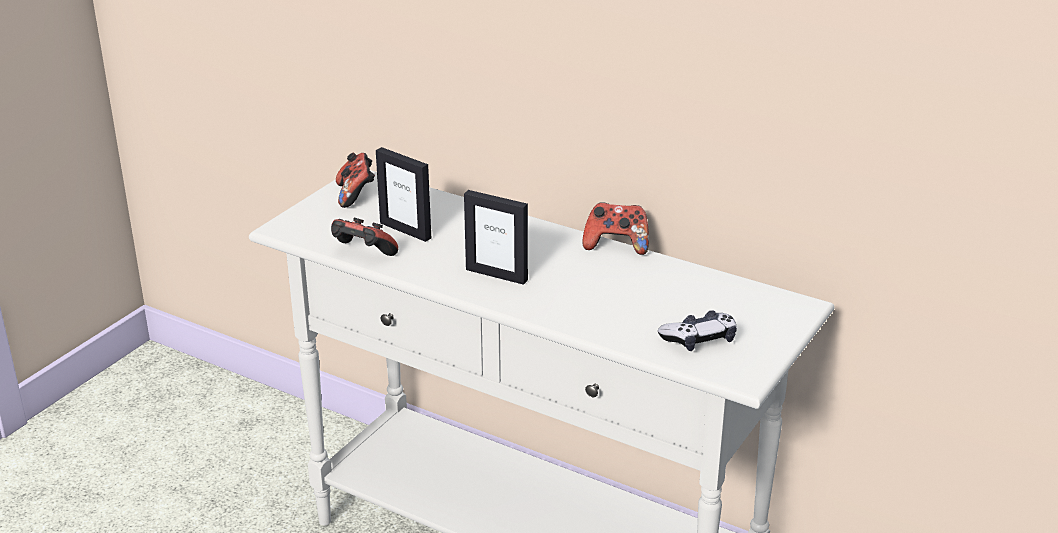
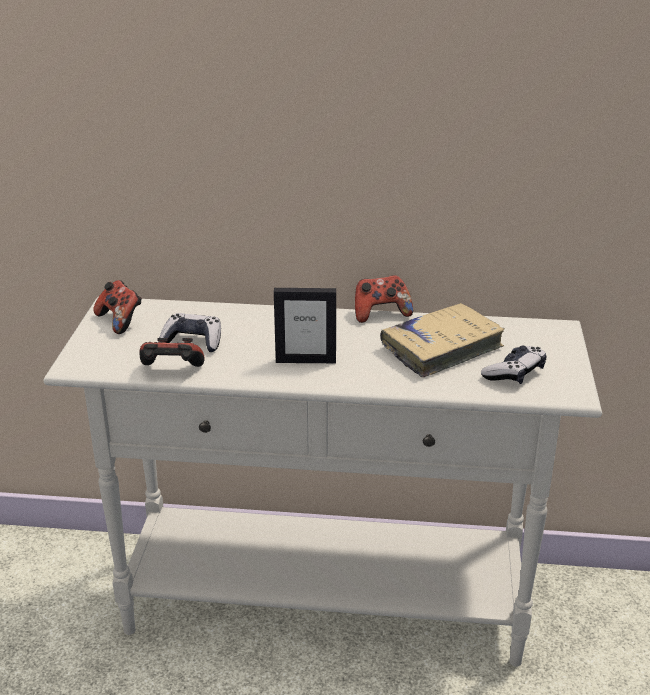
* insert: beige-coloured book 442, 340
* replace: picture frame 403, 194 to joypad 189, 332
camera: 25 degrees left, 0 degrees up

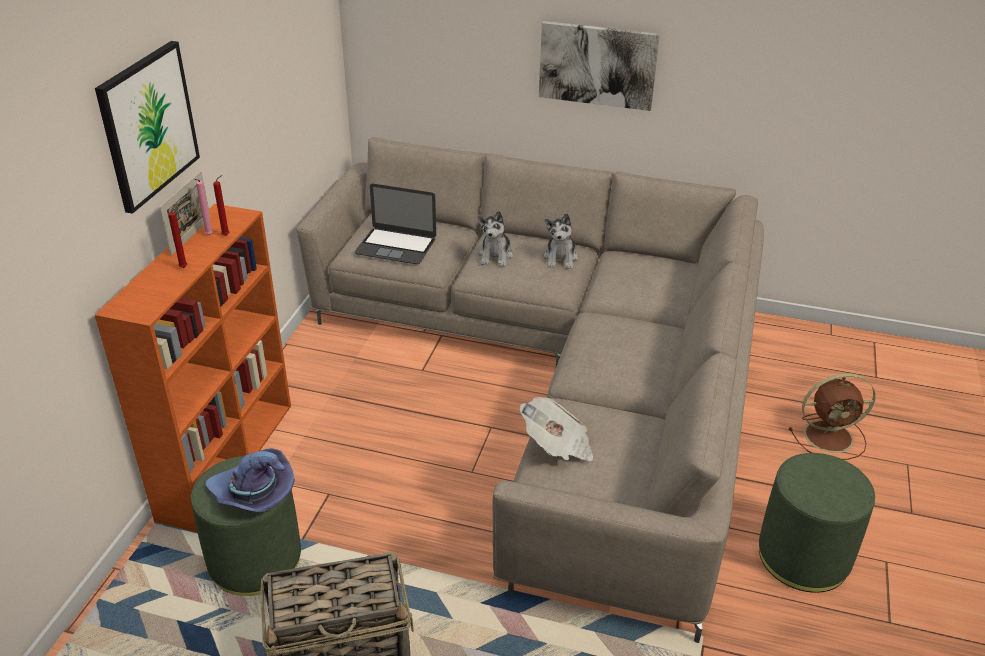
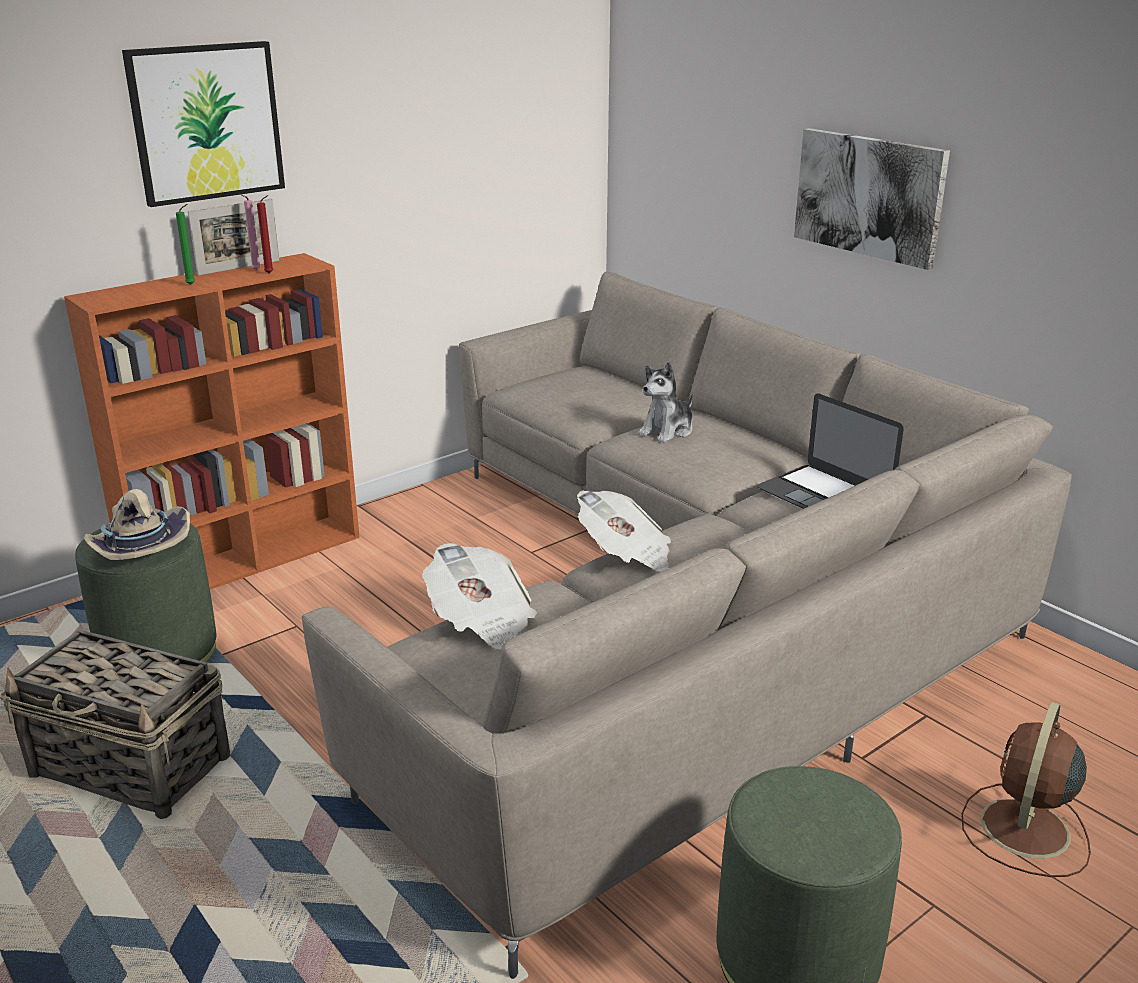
* delete: plush toy 560, 241
* insert: daily paper 624, 531
* move: portable computer 395, 224 to 830, 451
* recolor: red wax candle 177, 236 to green-coloured wax candle 185, 244
* recolor: purple-coloured wearable hat 250, 480 to beige-coloured wearable hat 137, 524
* rotate: brown electric fan 832, 416 = 1026, 789 90 degrees clockwise
camera: 35 degrees right, 10 degrees down

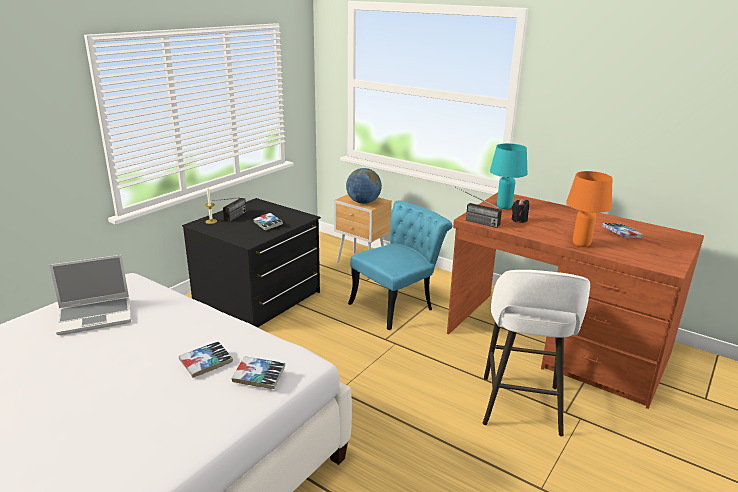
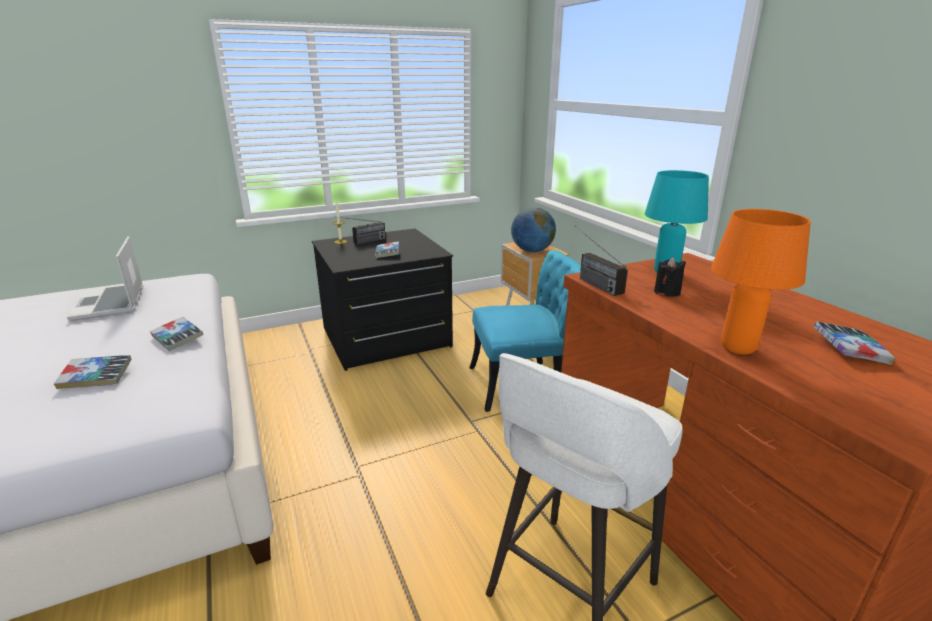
* move: book 258, 372 to 177, 334
* rotate: portable computer 90, 295 = 105, 278 60 degrees clockwise
camera: 30 degrees right, 0 degrees up

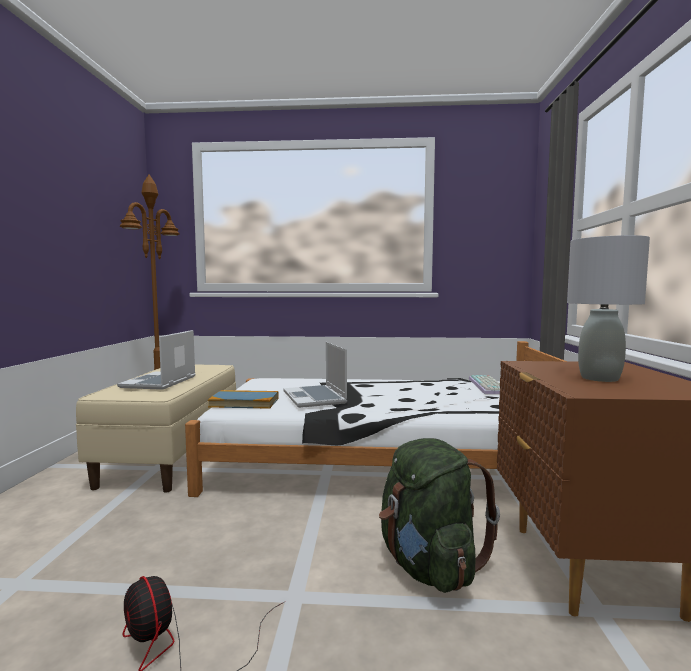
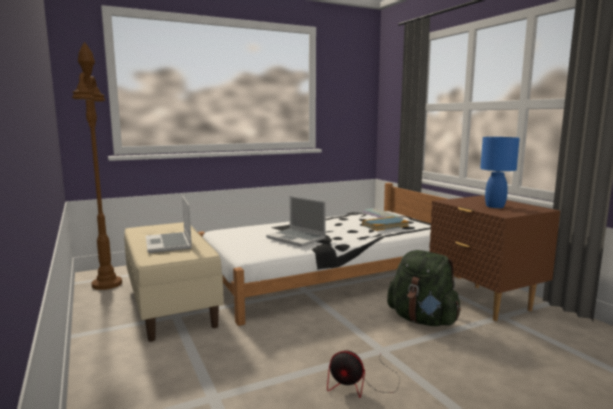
* move: book 243, 399 to 385, 223
* recolor: gray table lamp 608, 308 to blue-coloured table lamp 500, 172
camera: 30 degrees left, 5 degrees up

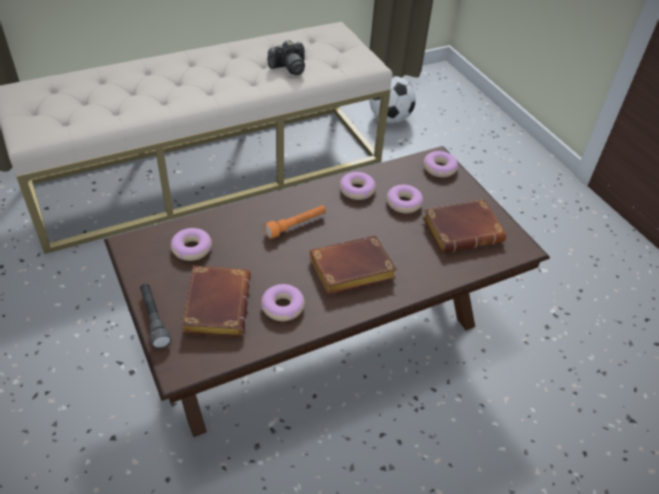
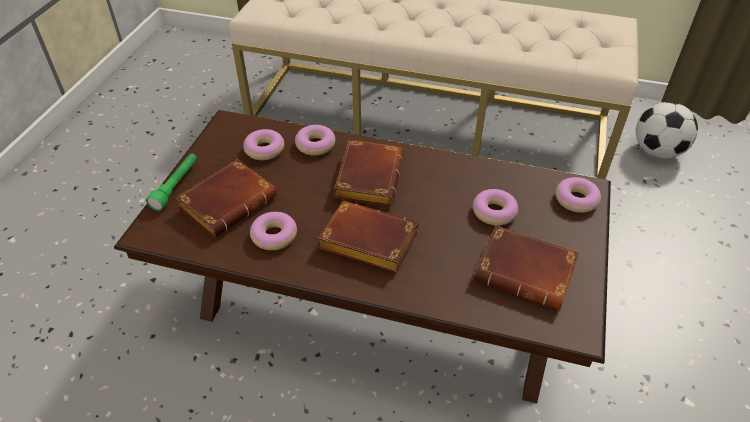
* delete: still camera 286, 57
* move: ring doughnut 358, 186 to 315, 140
* replace: orange-coloured hand torch 295, 222 to brown book 369, 172
* recolor: gray hand torch 155, 316 to green-coloured hand torch 171, 182
camera: 45 degrees right, 0 degrees up

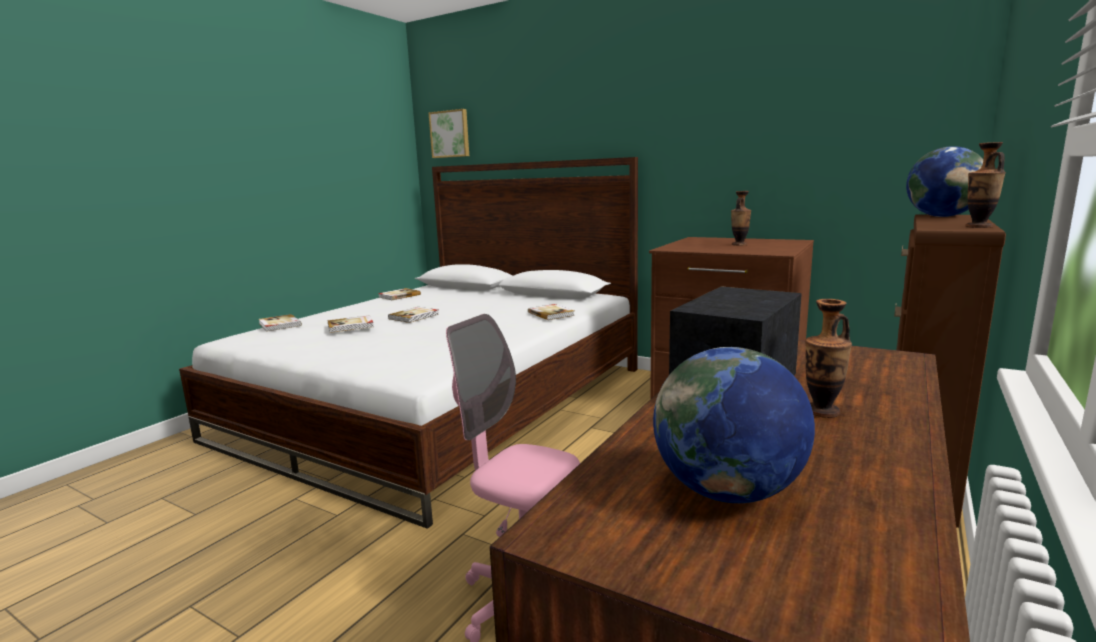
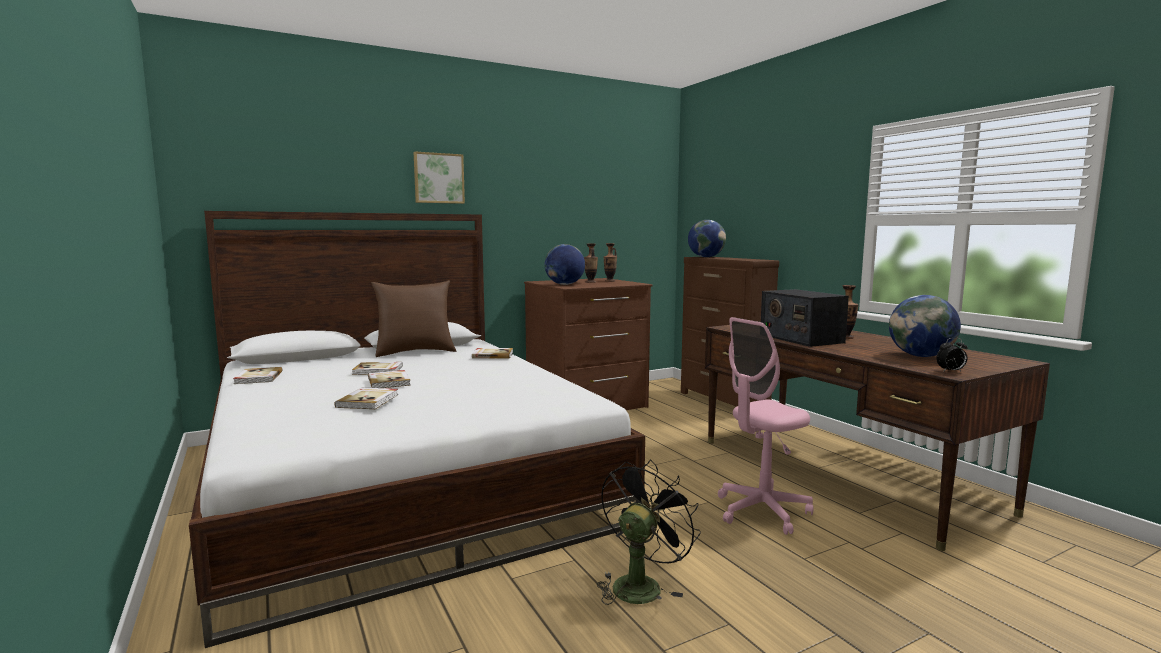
* insert: brown pillow 413, 318
* insert: globe 565, 264
* insert: black-coloured electric fan 648, 532
* insert: alarm clock 952, 355
* move: book 280, 323 to 377, 368
* move: picture 449, 133 to 439, 178
* move: vase 985, 185 to 610, 262
camera: 60 degrees left, 5 degrees down

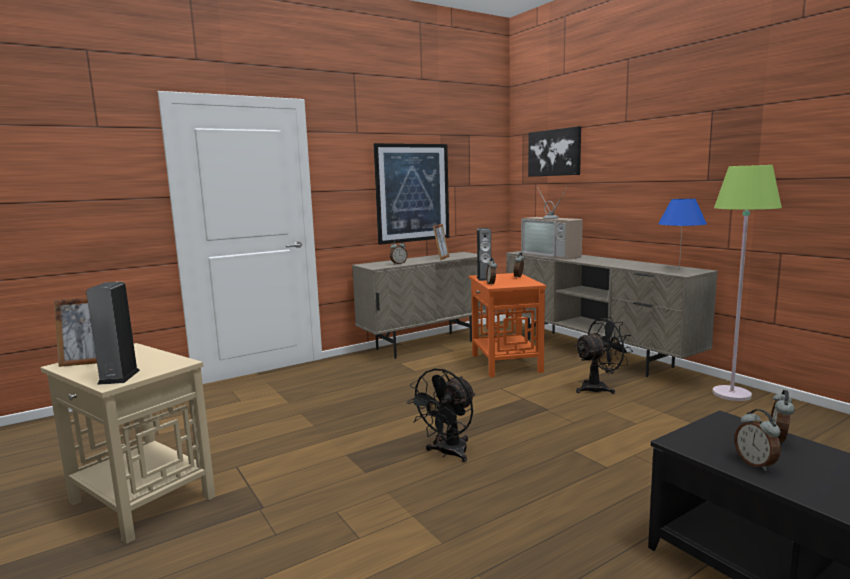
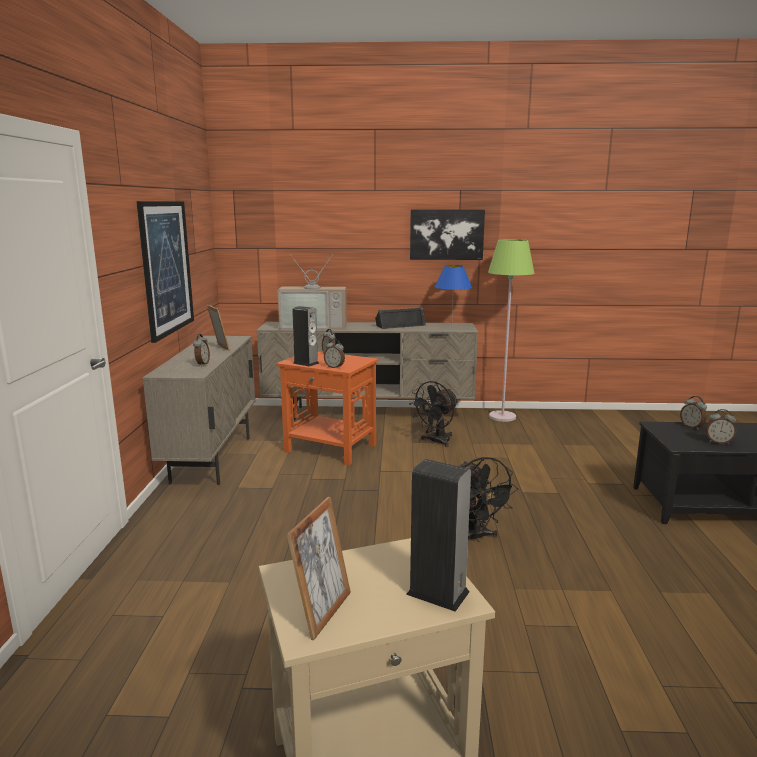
* insert: black-coloured loudspeaker 400, 318
* move: picture 554, 151 to 447, 234
* rotate: black-coloured electric fan 603, 355 = 434, 414 150 degrees counterclockwise
camera: 55 degrees left, 5 degrees up

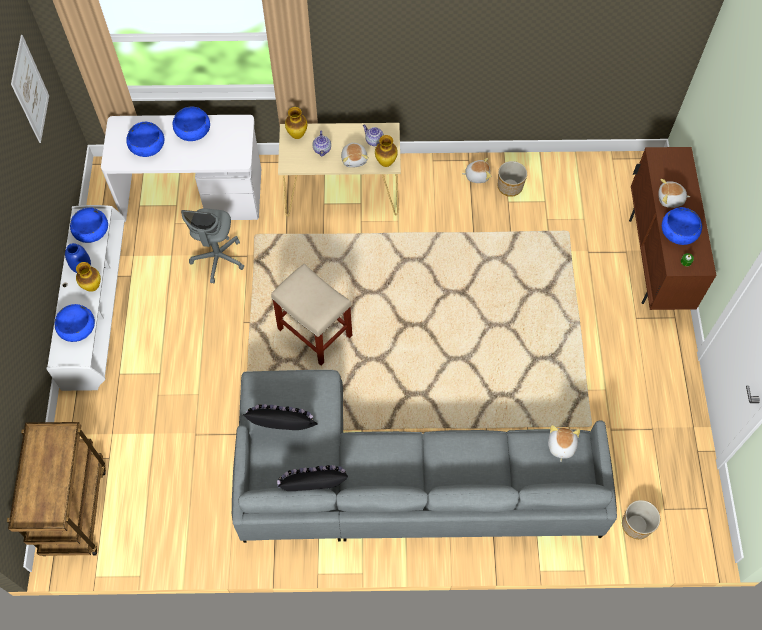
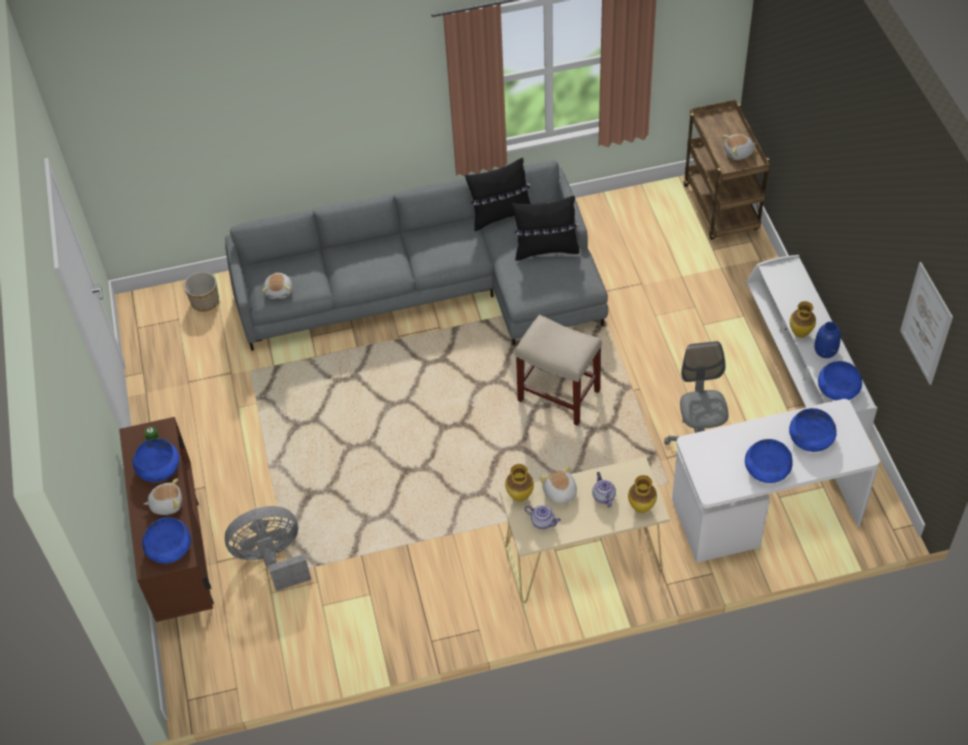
* delete: flower pot 512, 179
* insert: gray electric fan 268, 548
* move: blue-coloured serving bowl 75, 323 to 166, 540
* move: plush toy 476, 170 to 739, 147
camera: 170 degrees right, 10 degrees down

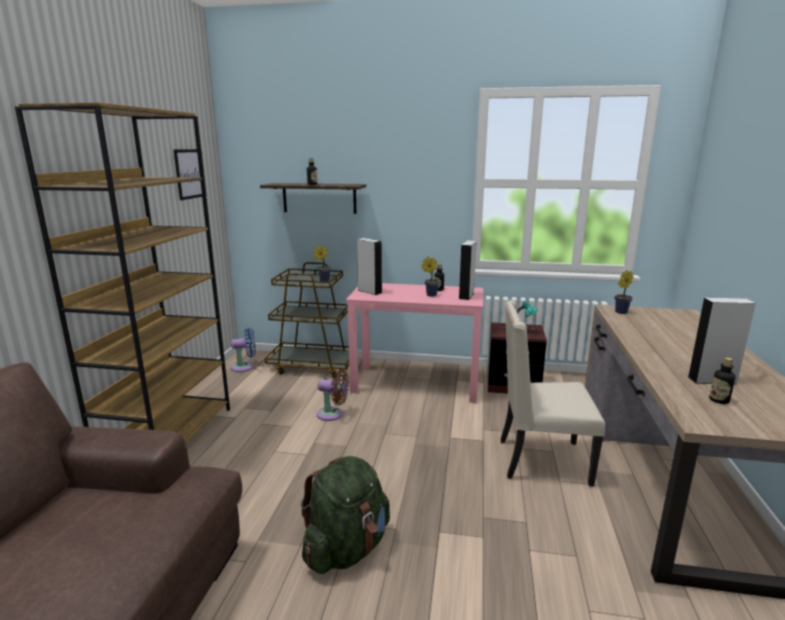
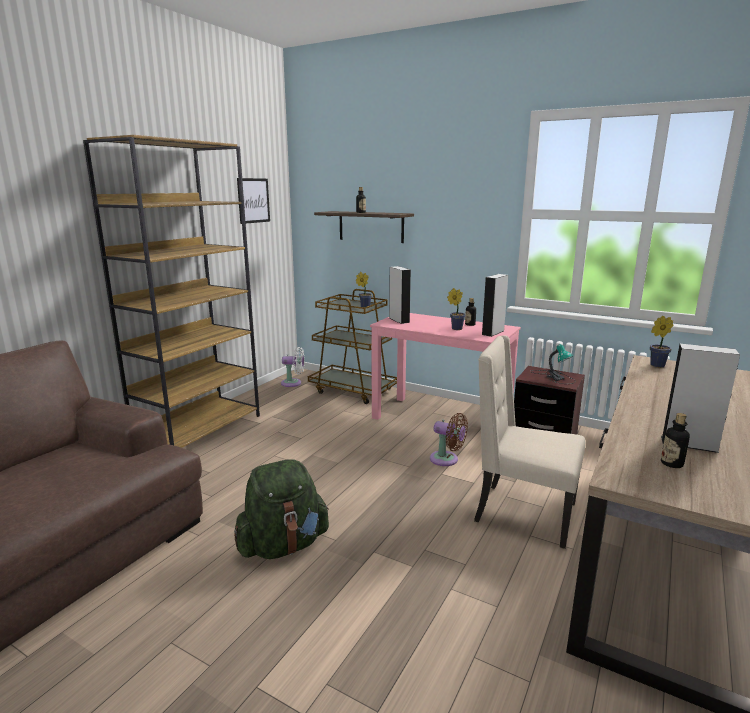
* move: brown electric fan 333, 395 to 449, 439
* recolor: blue-coloured electric fan 243, 350 to white-coloured electric fan 293, 367
camera: 20 degrees right, 0 degrees up

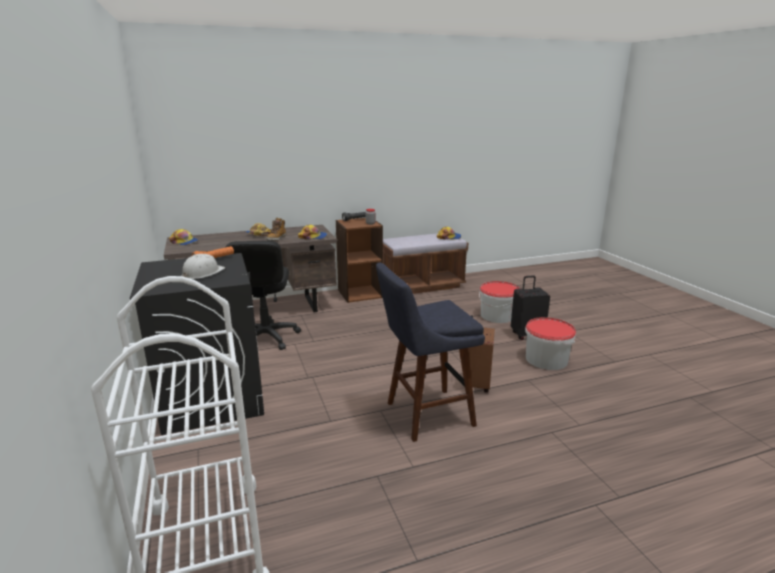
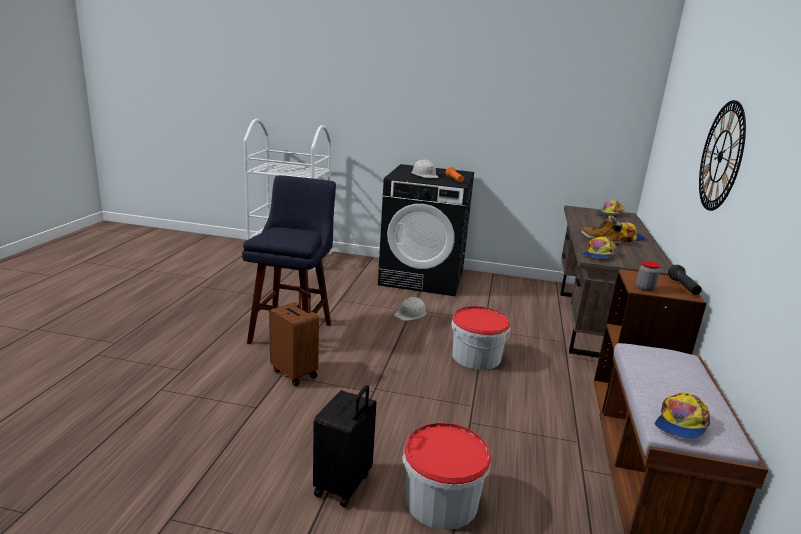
* delete: black-coloured desk chair 263, 295
* insert: white-coloured safety helmet 410, 309
* insert: wall clock 722, 155
* move: bucket 550, 343 to 481, 338
camera: 120 degrees right, 0 degrees up

